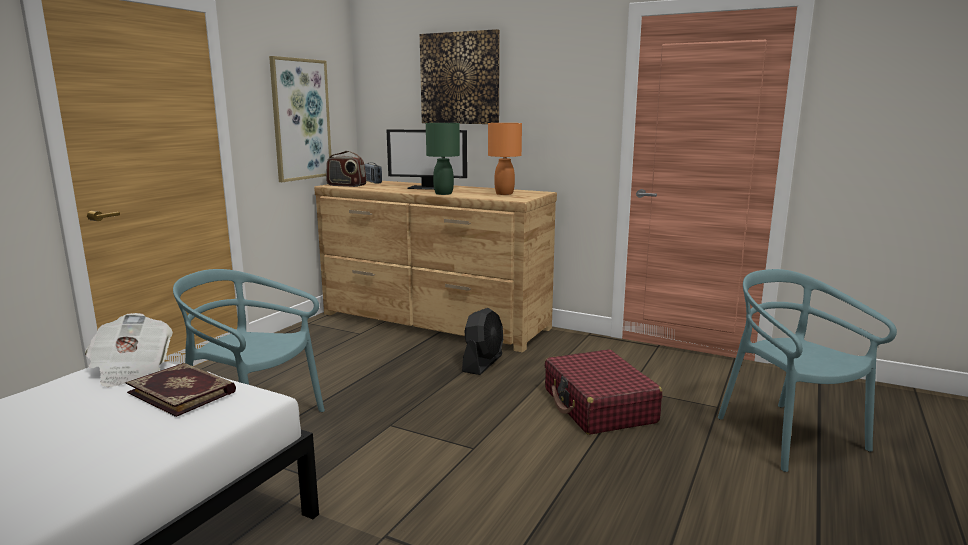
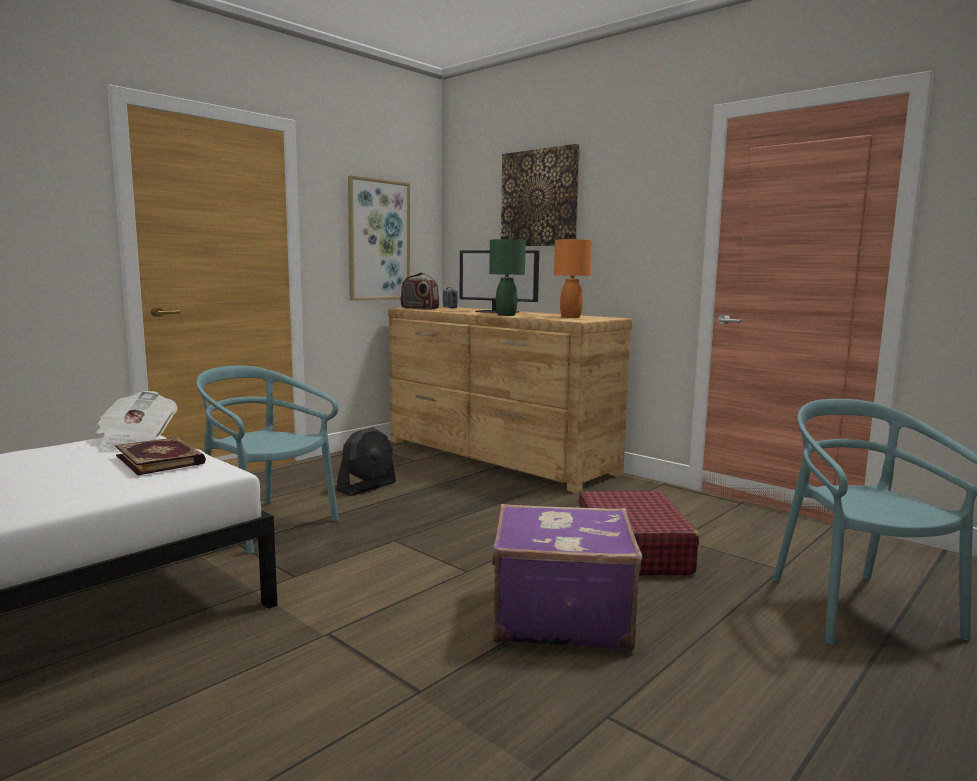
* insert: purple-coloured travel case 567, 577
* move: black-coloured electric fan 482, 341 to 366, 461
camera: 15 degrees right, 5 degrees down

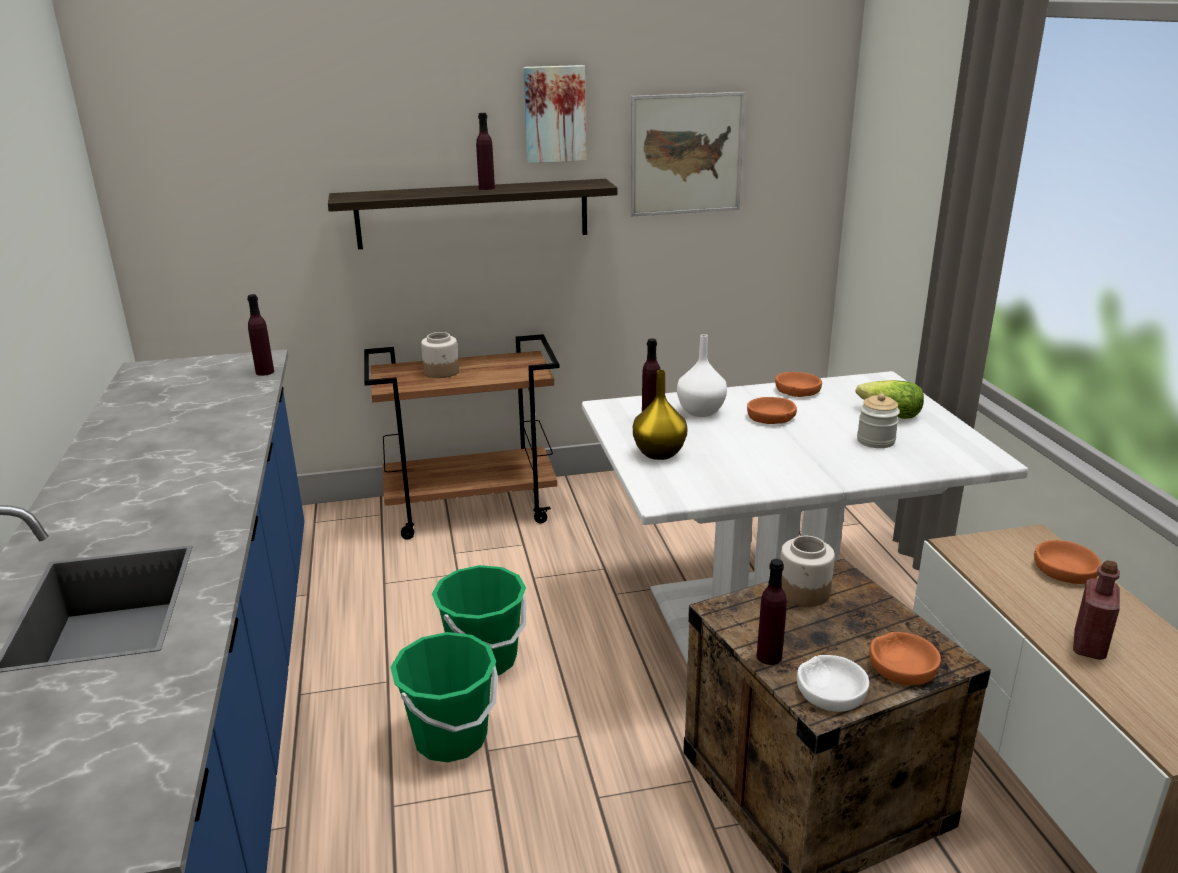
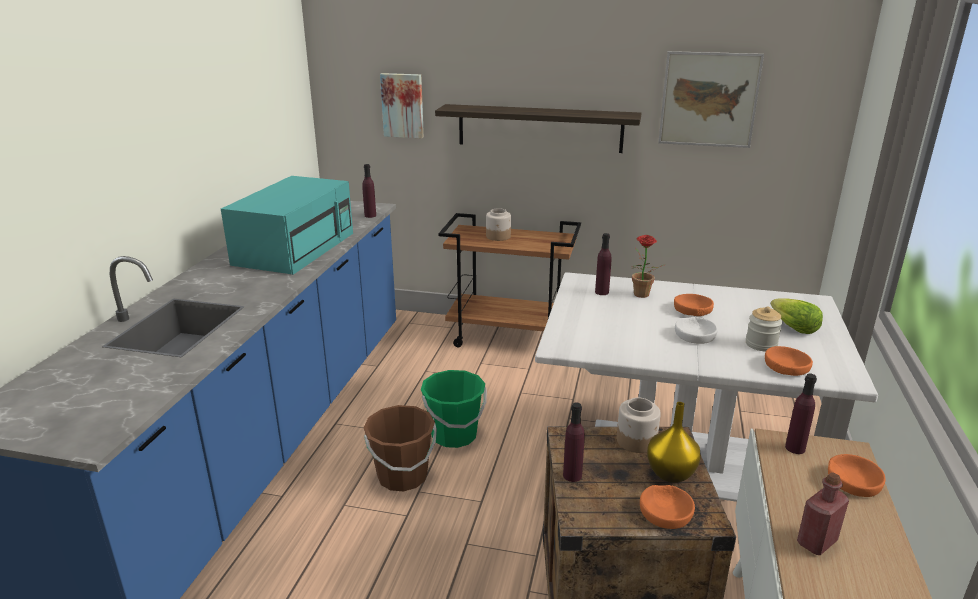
* insert: turquoise microwave oven 287, 225
* move: purple-coloured beverage bottle 485, 151 to 801, 413
* move: picture 554, 114 to 402, 106
* move: yellow-coloured vase 660, 415 to 674, 442
* move: orange-coloured serving bowl 798, 384 to 789, 361
* move: white-coloured serving bowl 833, 683 to 696, 330
* replace: white-coloured vase 702, 375 to potted plant 649, 266
* recolor: green-coloured bucket 444, 697 to brown bucket 400, 448
camera: 25 degrees right, 0 degrees up

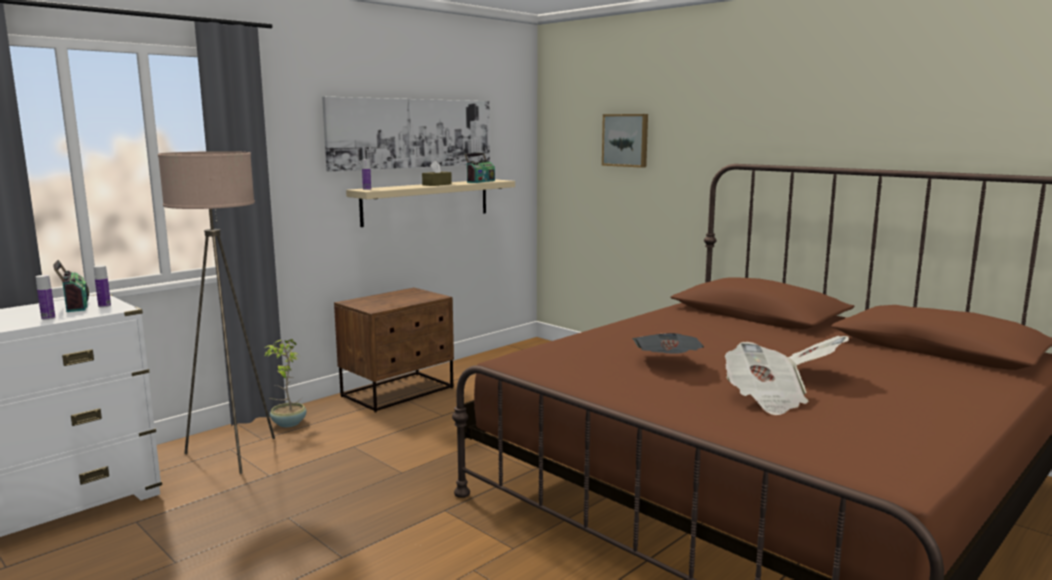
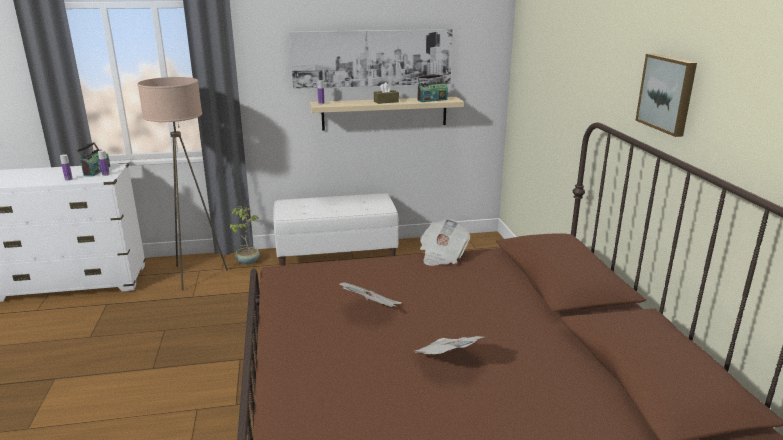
* move: picture 625, 141 to 666, 95
* move: daily paper 767, 378 to 445, 242
* replace: brown bedside table 394, 350 to white-coloured bench 336, 229
camera: 35 degrees right, 10 degrees up

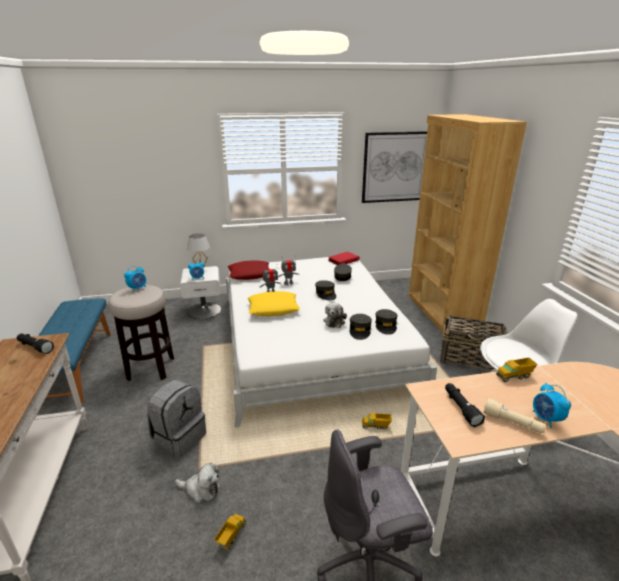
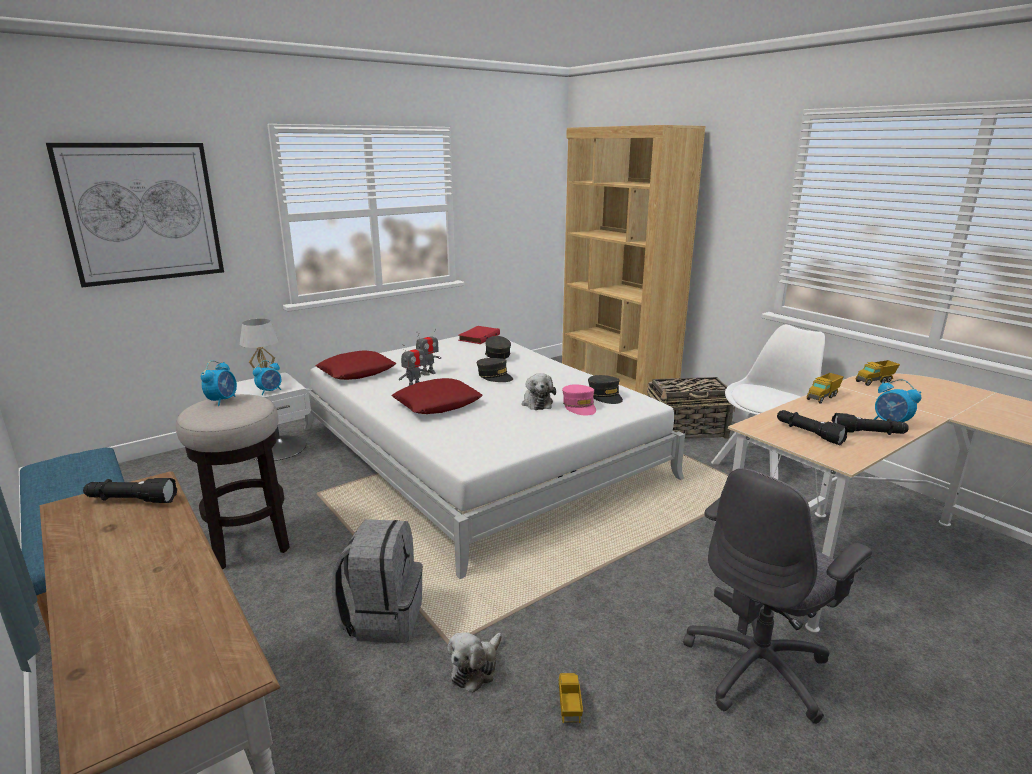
* move: picture 394, 167 to 135, 215
* move: toy lorry 377, 421 to 878, 373
* recolor: yellow-coloured pillow 273, 303 to red pillow 437, 396
* recolor: gray cap 360, 327 to pinkish cap 579, 400
* recolor: beige-coloured hand torch 514, 415 to black-coloured hand torch 870, 424
* rotate: plush toy 197, 483 = 474, 662 135 degrees clockwise
camera: 25 degrees left, 5 degrees down

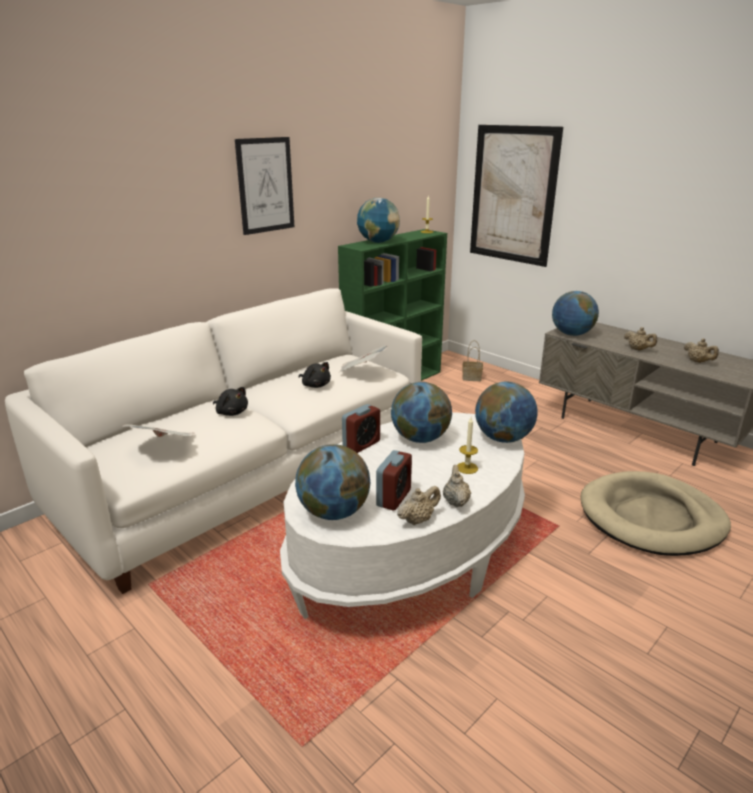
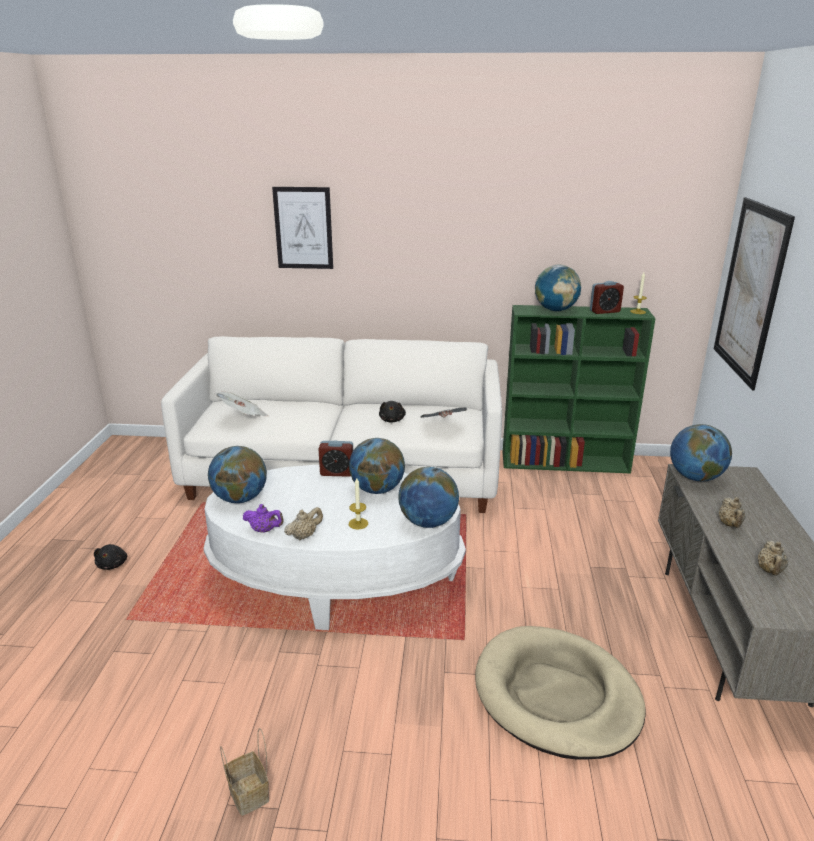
* move: black-coloured plush toy 230, 401 to 110, 557
* move: picture 264, 186 to 302, 228
* move: alarm clock 394, 480 to 607, 297
* move: basket 472, 360 to 244, 772
* recolor: beige-coloured tea pot 419, 505 to purple-coloured tea pot 263, 518
camera: 50 degrees right, 0 degrees up

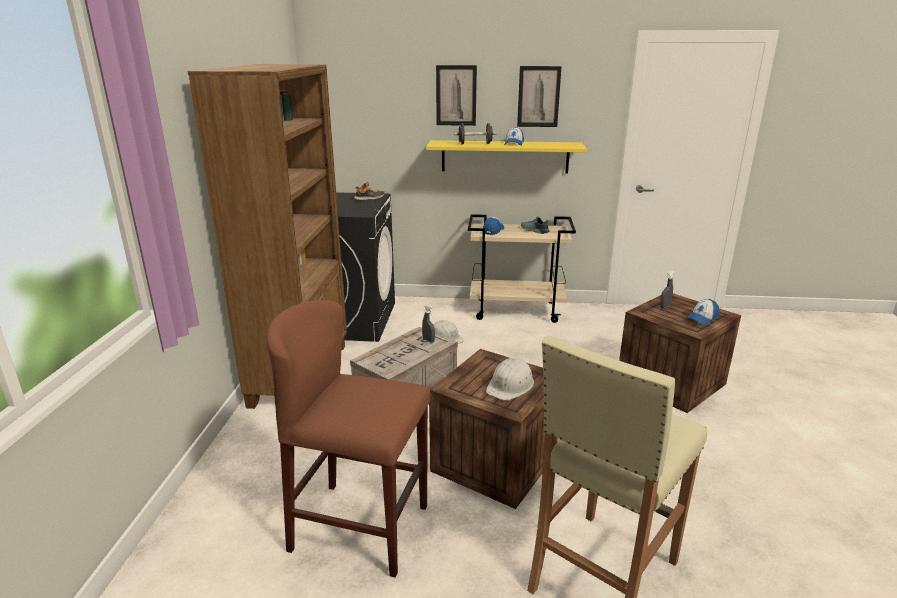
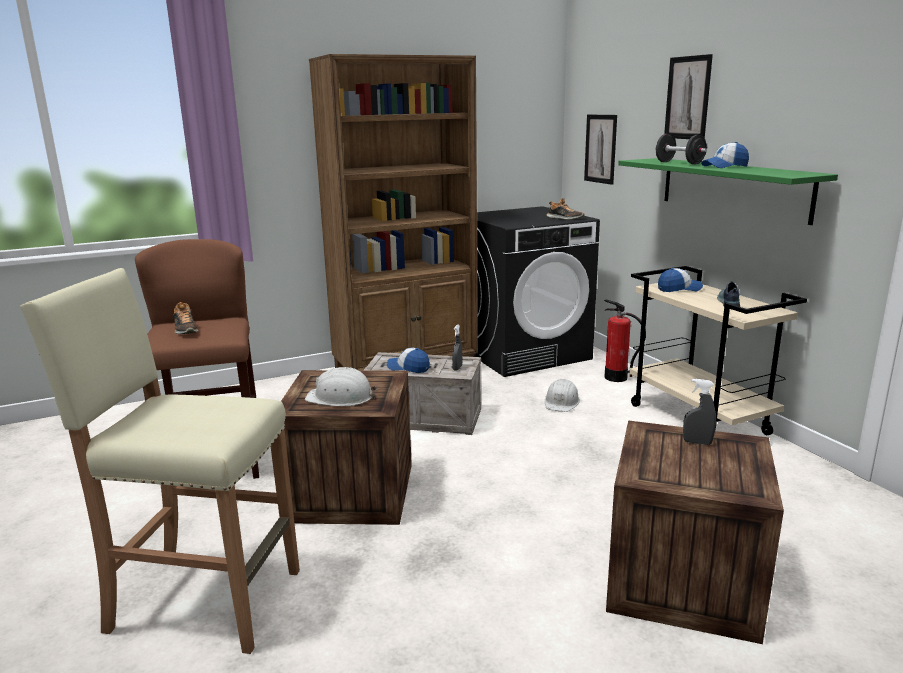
* insert: item of footwear 185, 318
* insert: fire extinguisher 625, 340
* move: picture 539, 96 to 600, 150
* move: cap 702, 312 to 408, 360
* recolor: yellow-coloured wall shelf 506, 157 to green-coloured wall shelf 728, 191
camera: 60 degrees right, 5 degrees down

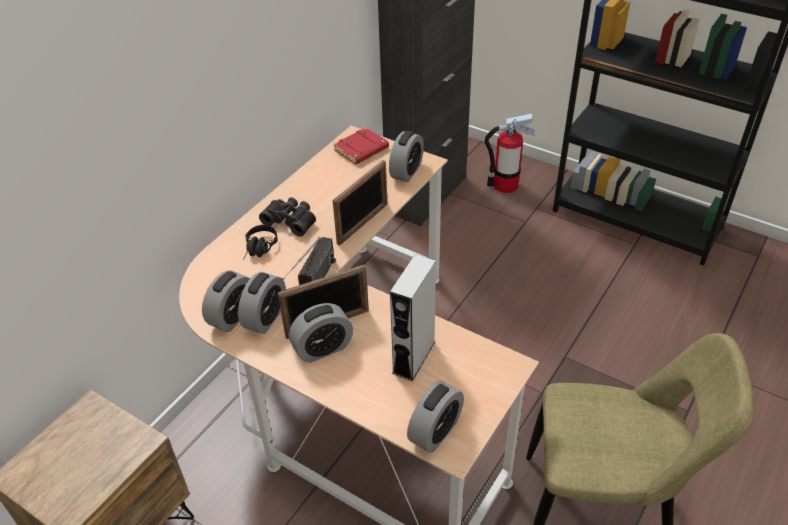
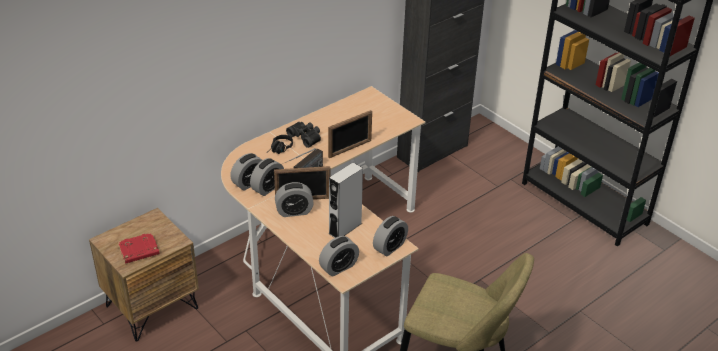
* delete: fire extinguisher 510, 153
* move: red book 361, 145 to 139, 248
* move: alarm clock 406, 156 to 390, 236
camera: 15 degrees right, 5 degrees down

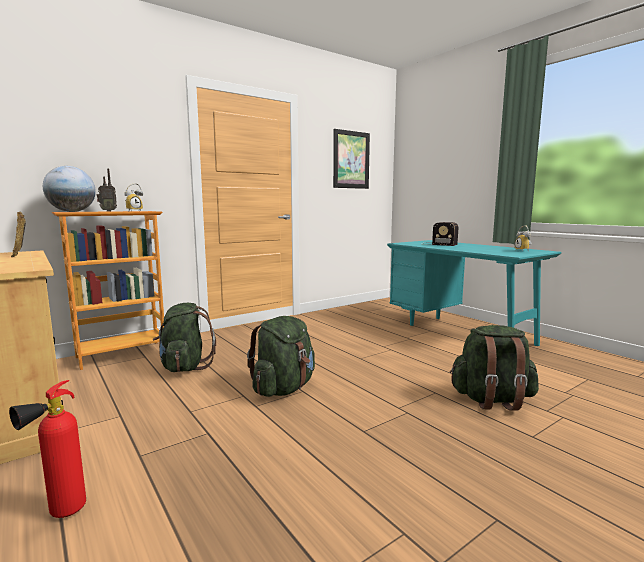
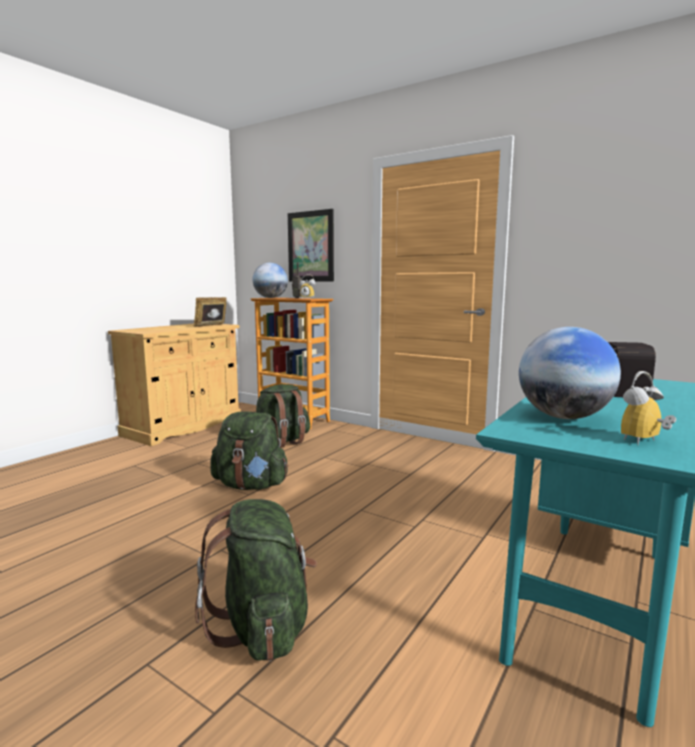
* delete: fire extinguisher 47, 449
* insert: globe 570, 373
* move: picture 351, 159 to 311, 245
camera: 70 degrees right, 0 degrees up

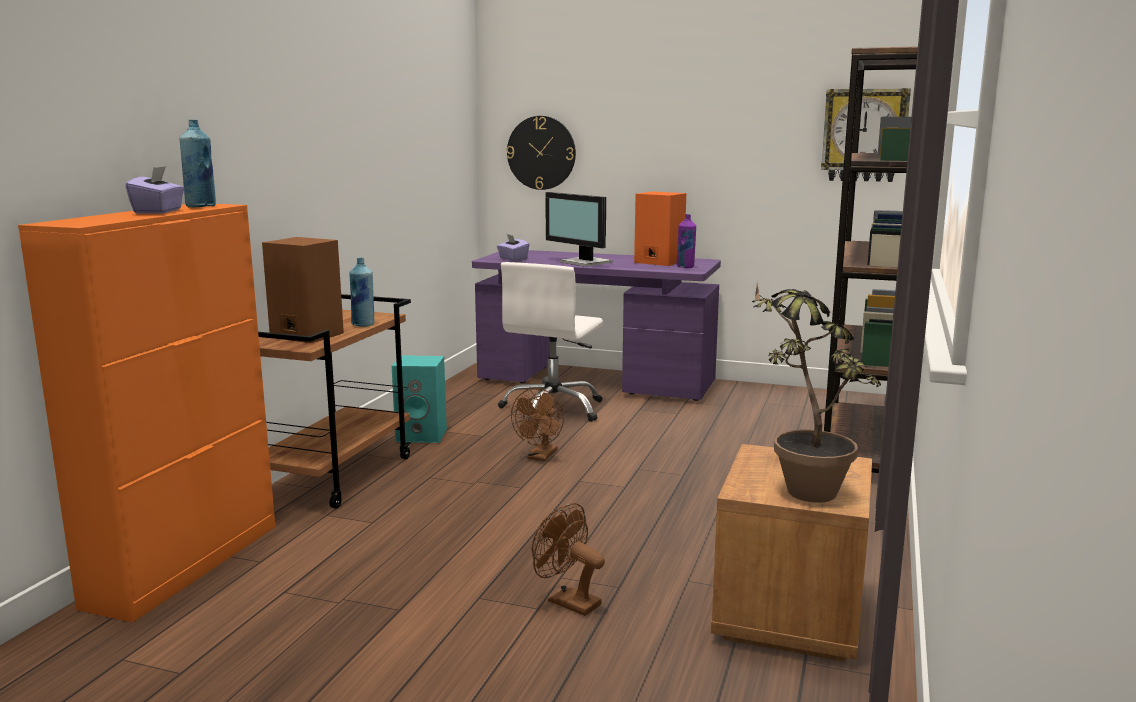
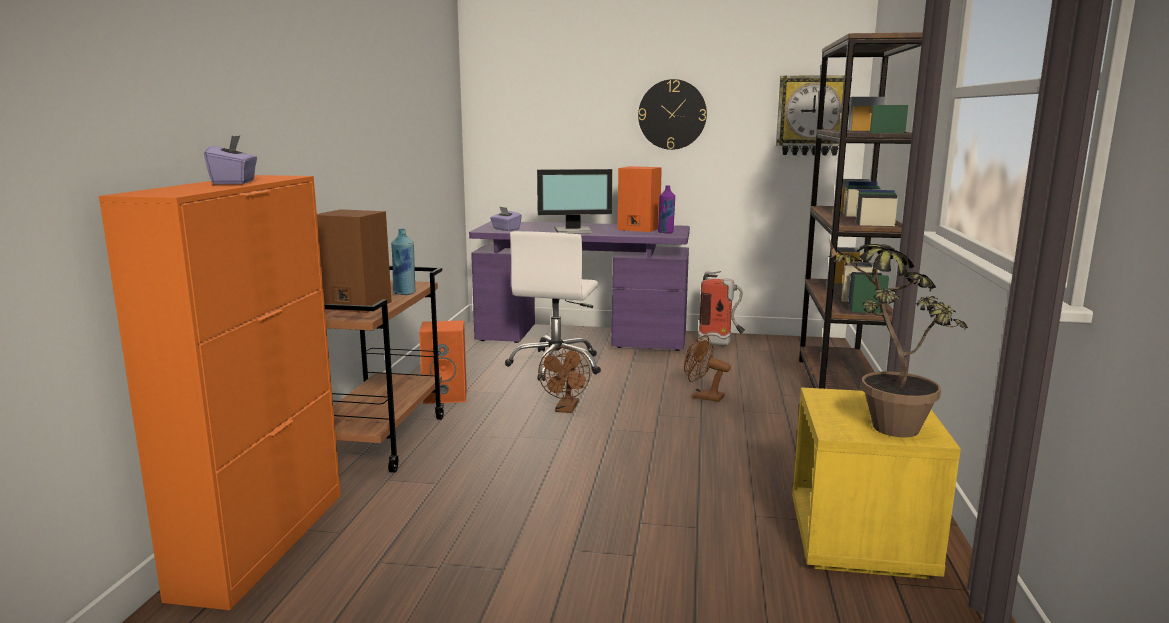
* delete: blue-coloured beverage bottle 197, 164
* insert: fire extinguisher 721, 308
* move: wall clock 541, 153 to 672, 114
* move: brown electric fan 568, 559 to 707, 368
* recolor: turquoise loudspeaker 419, 399 to orange-coloured loudspeaker 443, 362
* recolor: brown bedside table 791, 553 to yellow-coloured bedside table 876, 483
* rotate: computer display 579, 229 = 574, 201 45 degrees counterclockwise
camera: 10 degrees left, 0 degrees up

